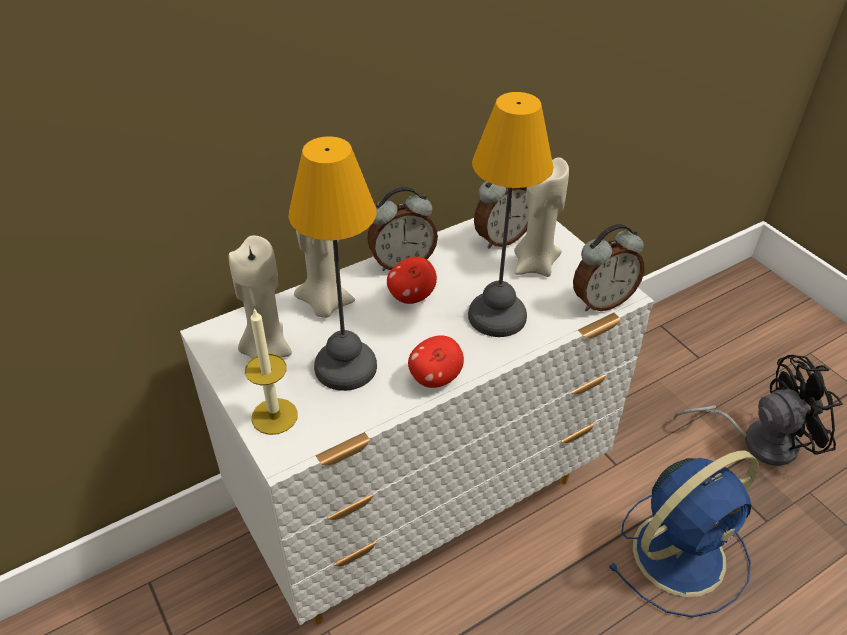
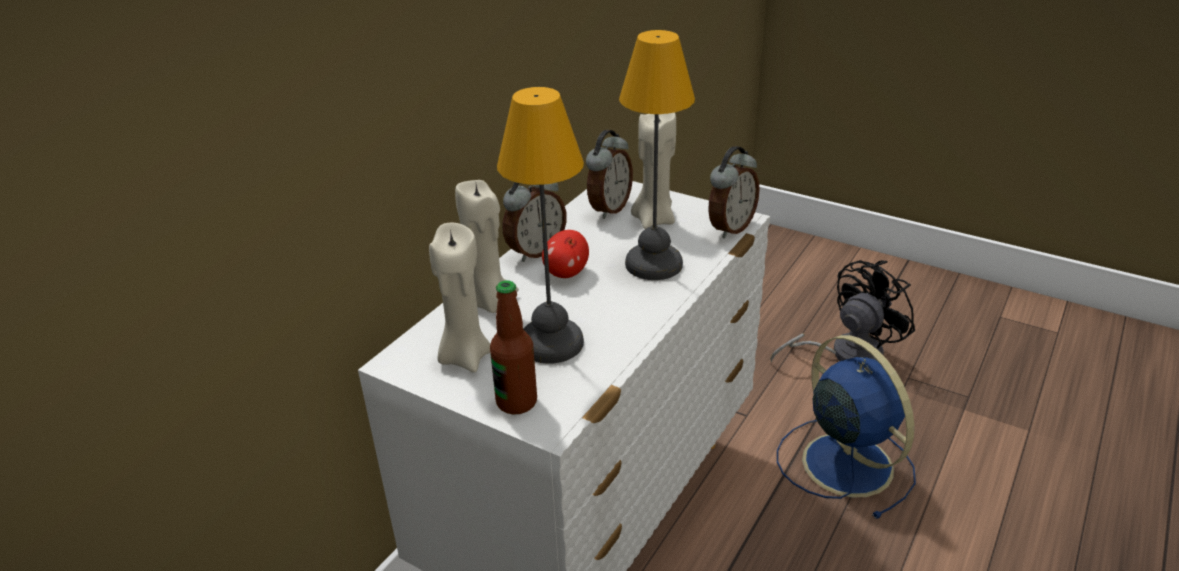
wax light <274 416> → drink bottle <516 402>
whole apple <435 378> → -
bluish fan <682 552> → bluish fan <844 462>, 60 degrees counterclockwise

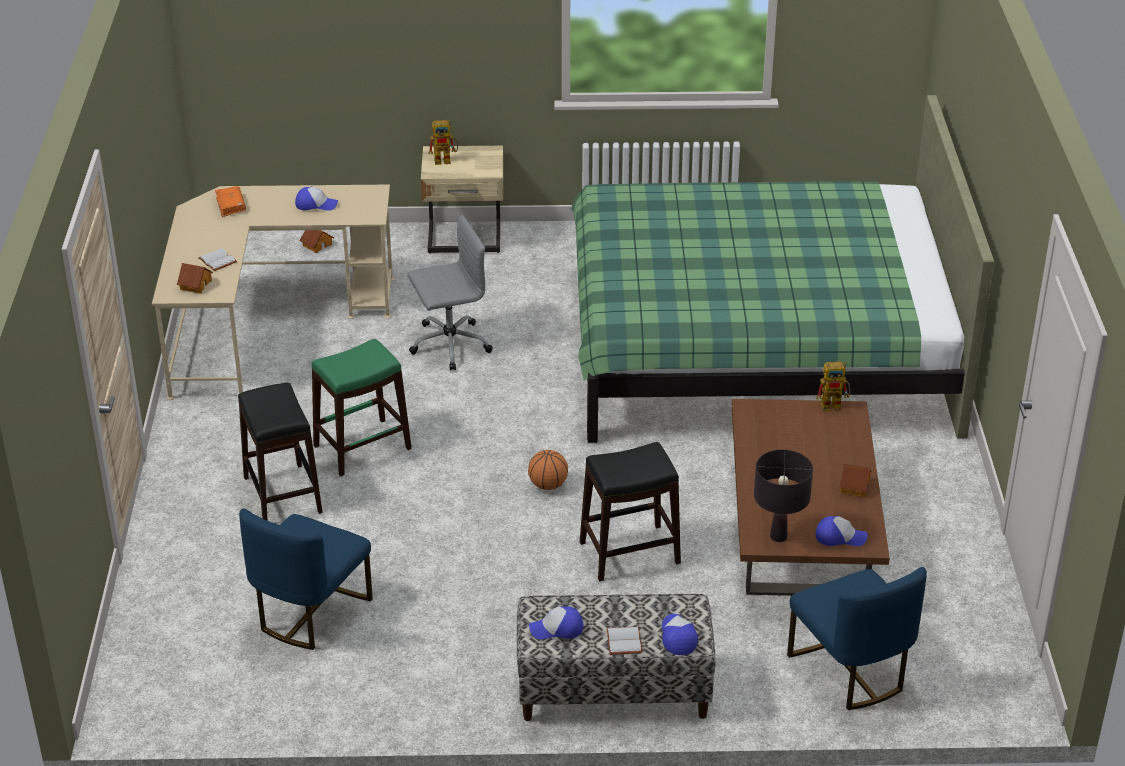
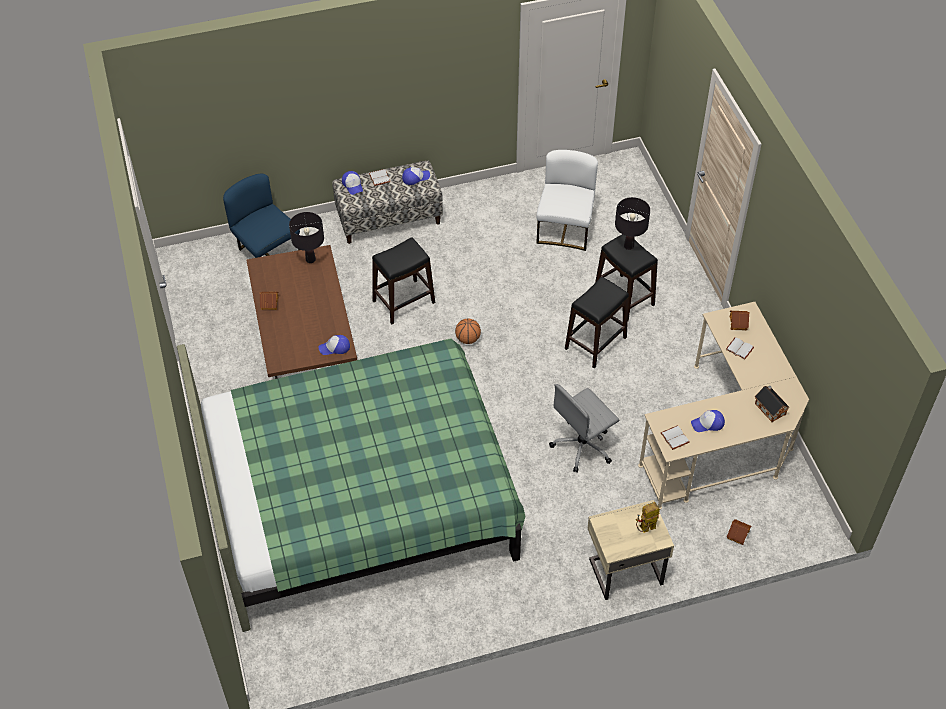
orange bound book <231 206> → toy house <769 408>
greenish stool <361 447> → black stool <596 343>
toy robot <835 405> → -
bluish chair <310 612> → whitish chair <565 229>
cap <840 537> → cap <335 348>, shifted
- → black lamp for a table <628 246>
- → whitish bound book <674 438>

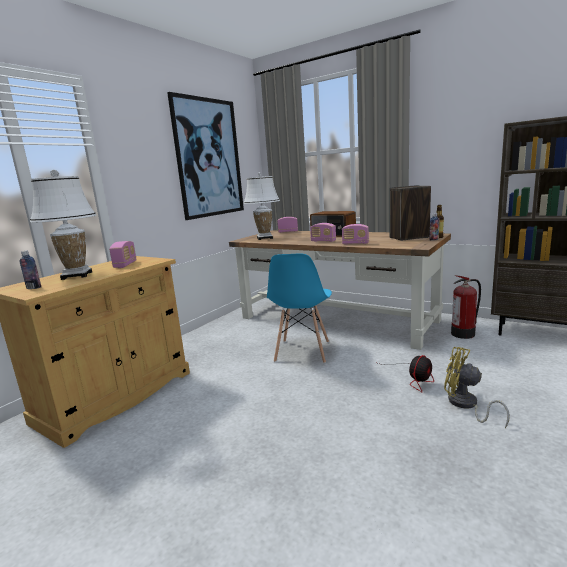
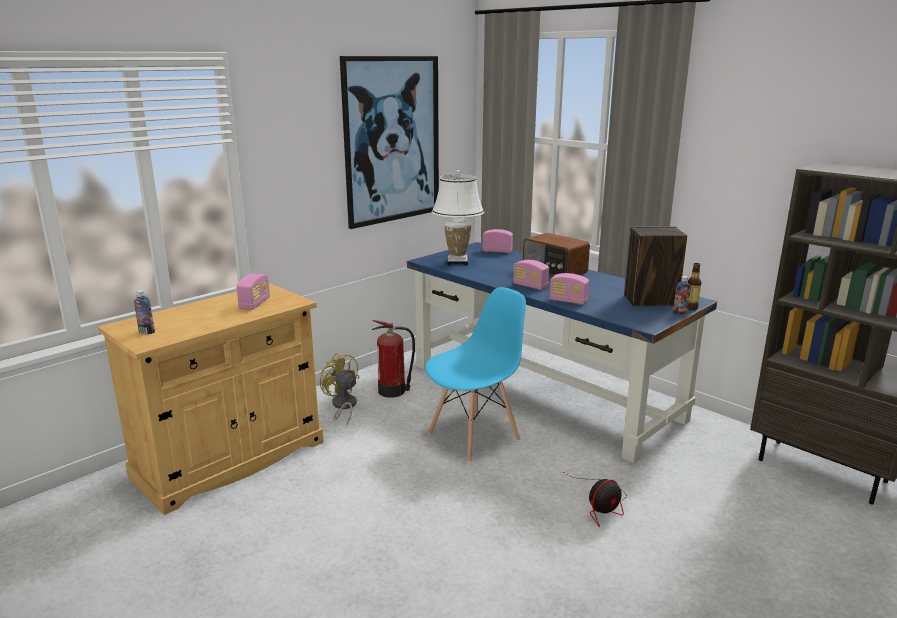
whitish lamp for a table <77 275> → -
brown-coloured desk unit <336 319> → bluish desk unit <543 391>
bluish chair <302 351> → bluish chair <474 436>, 150 degrees counterclockwise
extinguisher <464 333> → extinguisher <393 391>, shifted
yellow fan <465 405> → yellow fan <343 406>, shifted

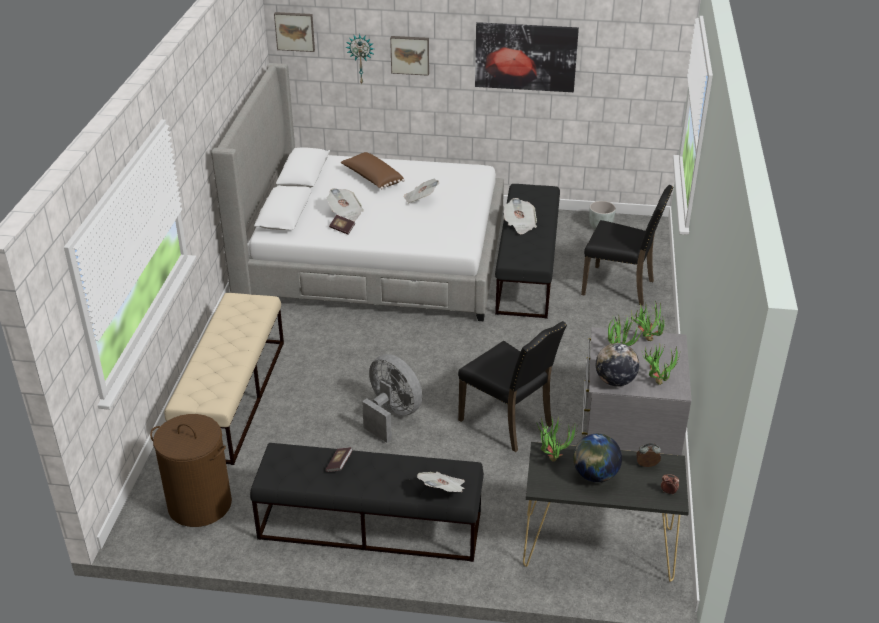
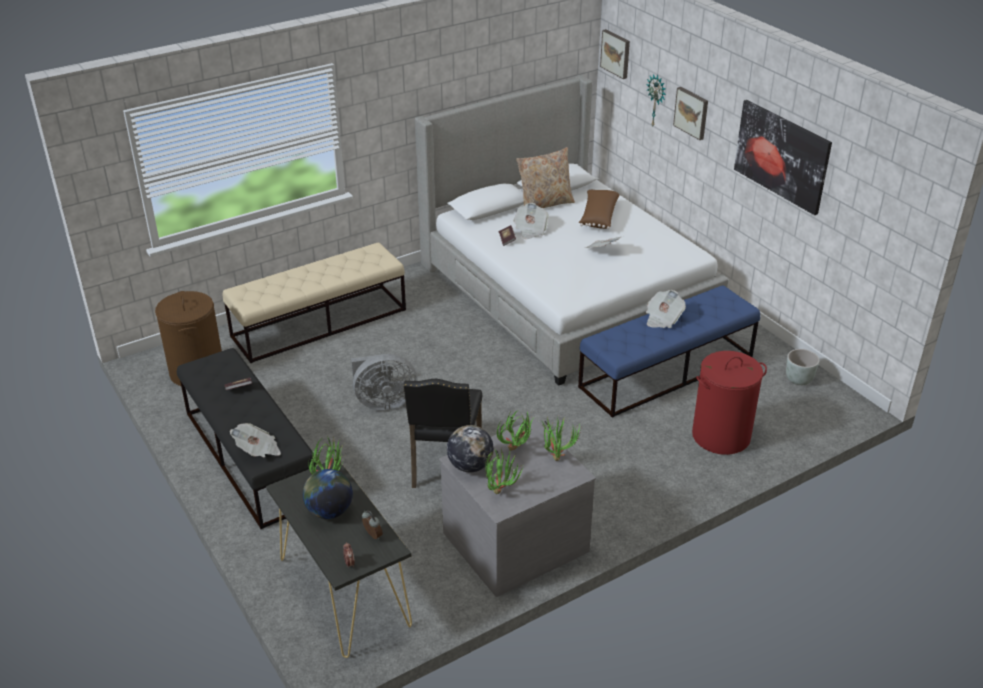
black indoor bench <527 269> → bluish indoor bench <667 371>
black chair <620 287> → red-coloured laundry basket <721 436>
grey fan <391 415> → grey fan <383 402>, 75 degrees clockwise
- → beige-coloured pillow <545 204>

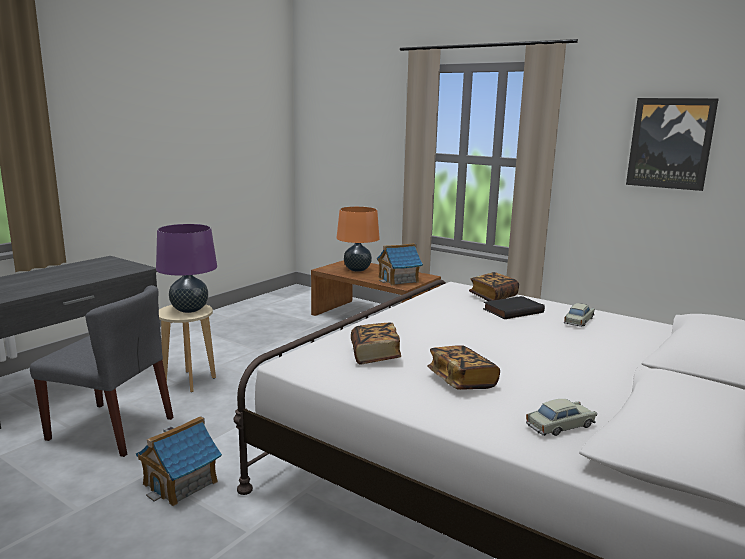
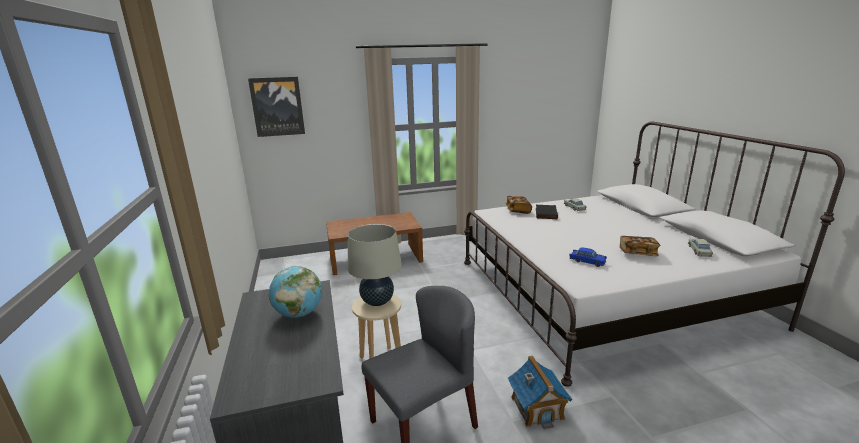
wall art <670 143> → wall art <277 106>, shifted
orange lamp for a table <357 269> → -
purple-coloured lamp for a table <189 309> → beige-coloured lamp for a table <377 301>
toy house <398 280> → -
bound book <375 355> → bluish miniature car <587 261>
- → desk globe <299 314>

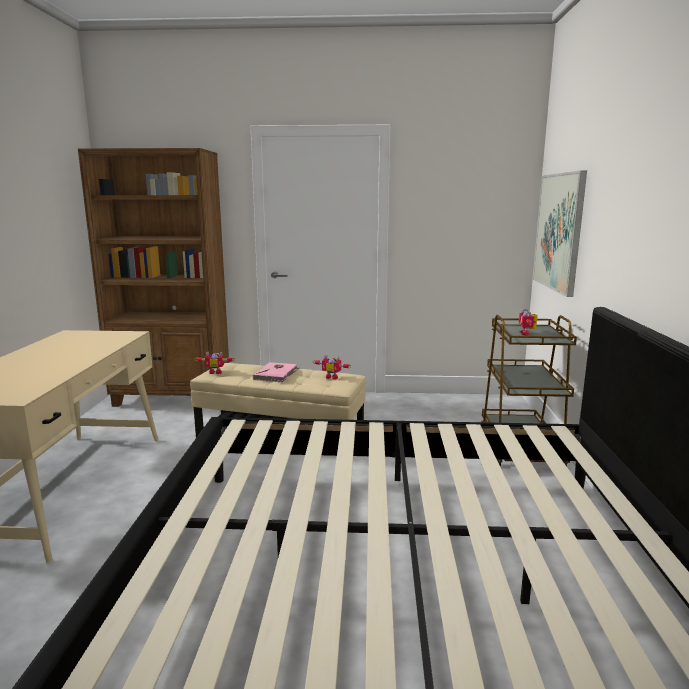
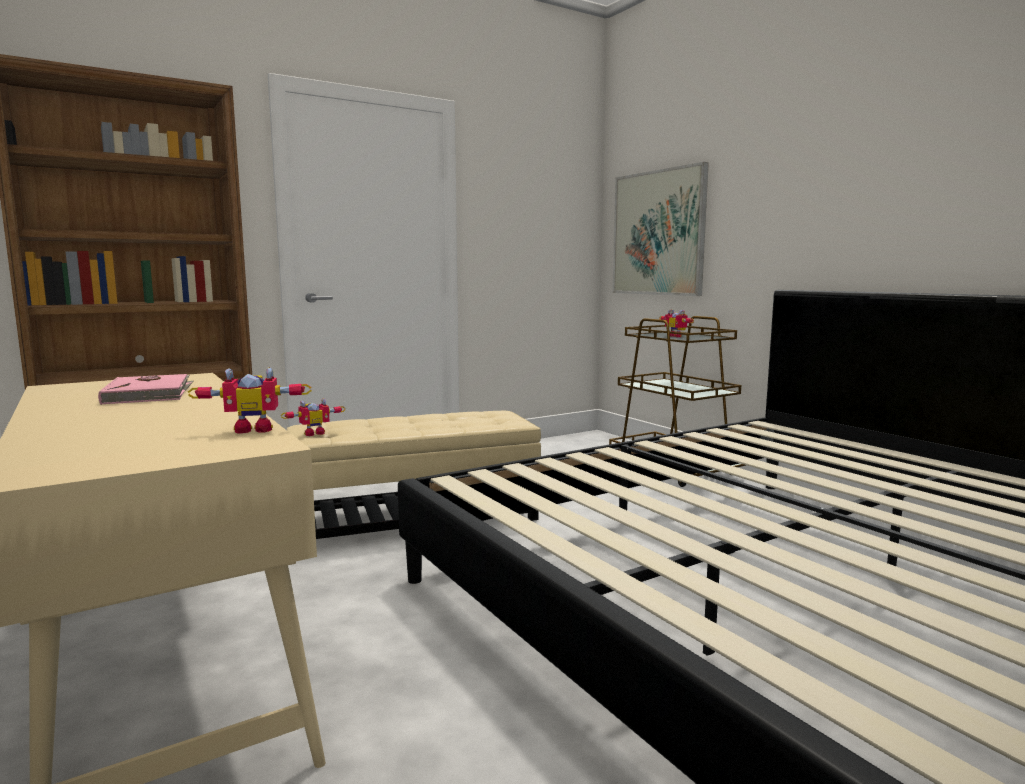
toy robot <332 377> → toy robot <254 429>, shifted
pinkish bound book <276 374> → pinkish bound book <149 393>, shifted

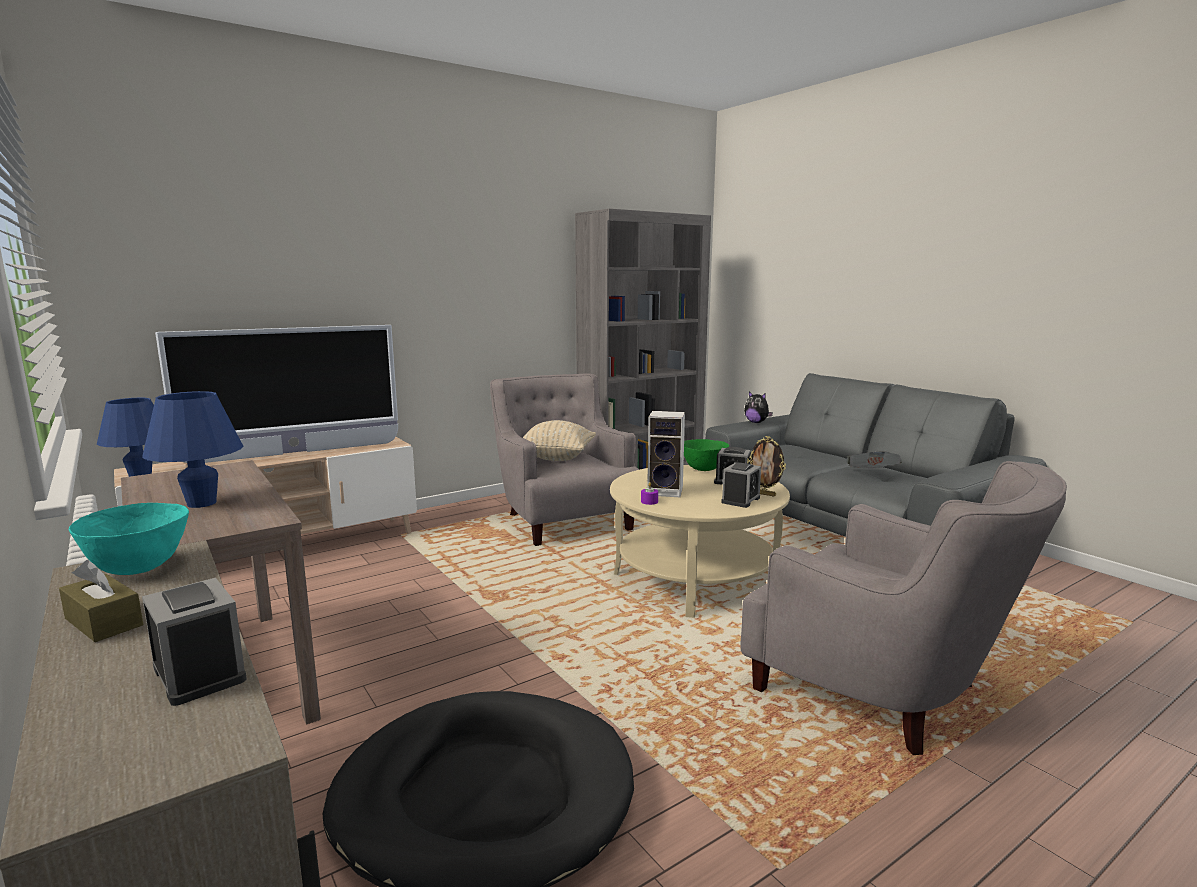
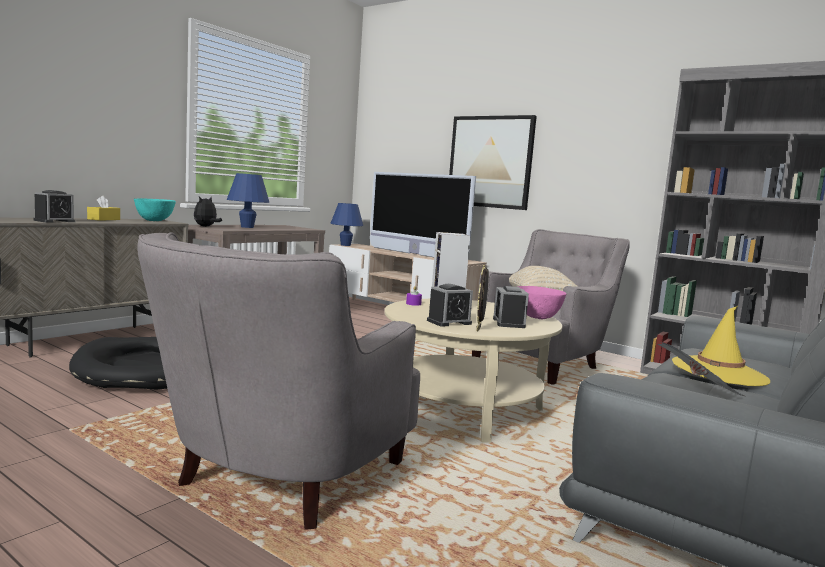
cuddly toy <756 422> → cuddly toy <206 226>, shifted
greenish bowl <703 469> → pinkish bowl <538 317>
table clock <740 500> → table clock <449 322>, 45 degrees counterclockwise
brown-coloured tissue box <104 622> → yellow tissue box <104 219>
- → wall art <490 162>
- → yellow wearable hat <719 372>

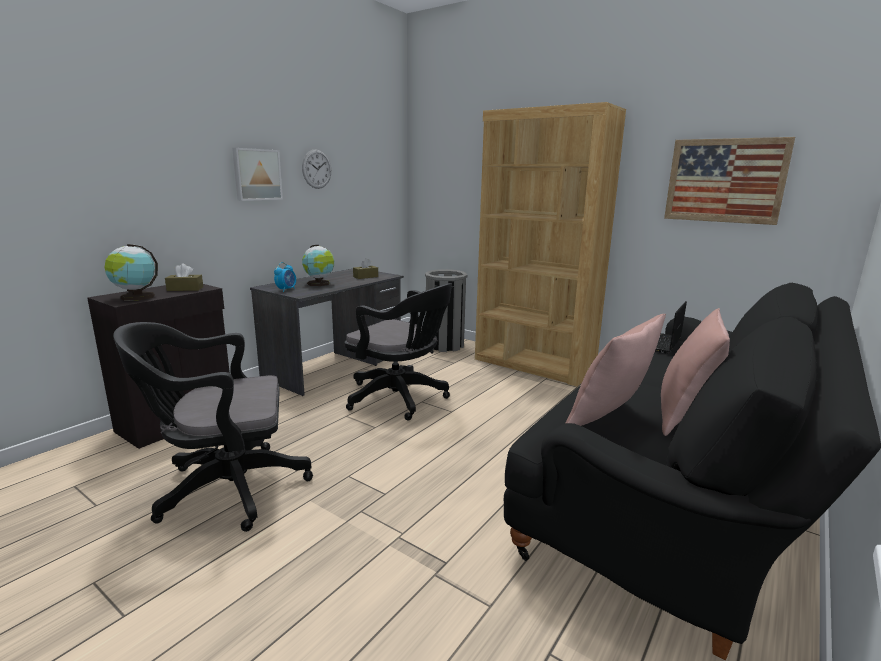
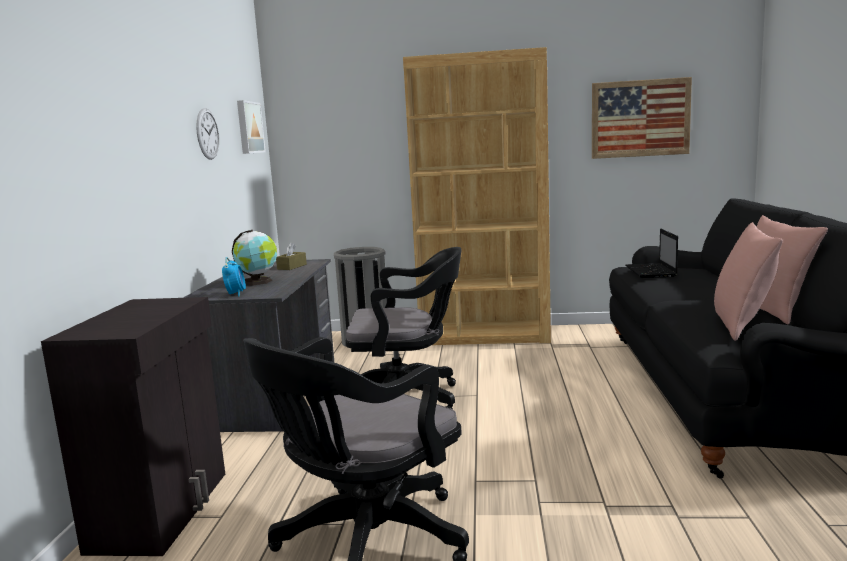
wall art <256 174> → wall art <248 127>, shifted
desk globe <135 297> → -
brown-coloured tissue box <185 289> → -

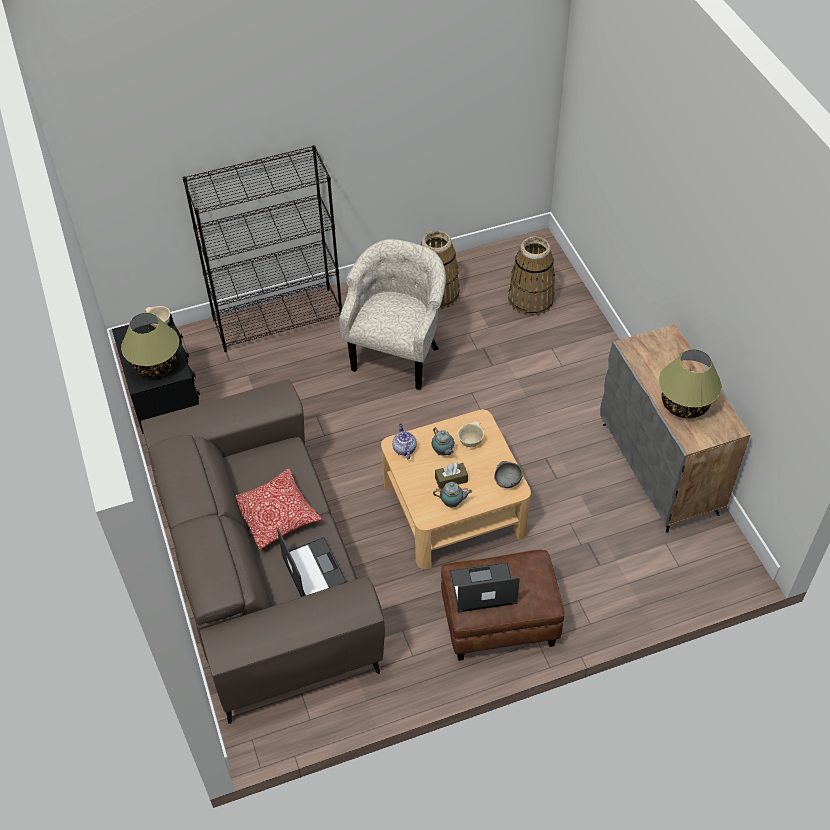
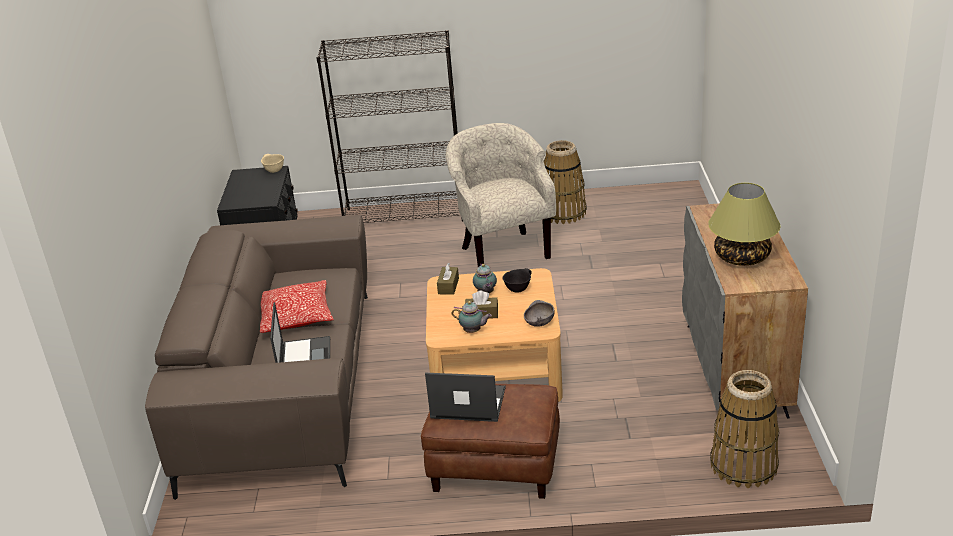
basket <531 299> → basket <743 465>, shifted
beige-coloured lounge chair <398 355> → beige-coloured lounge chair <502 251>, 60 degrees counterclockwise
lamp for a table <155 364> → -
beige-coloured bowl <470 441> → black bowl <517 289>
tea pot <404 448> → brown-coloured tissue box <448 286>

